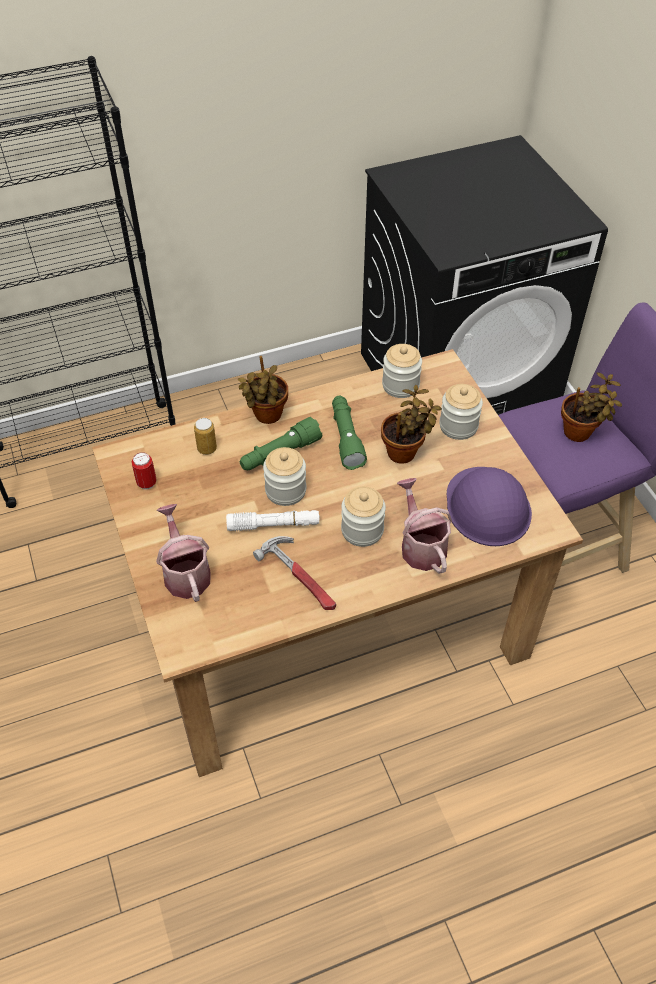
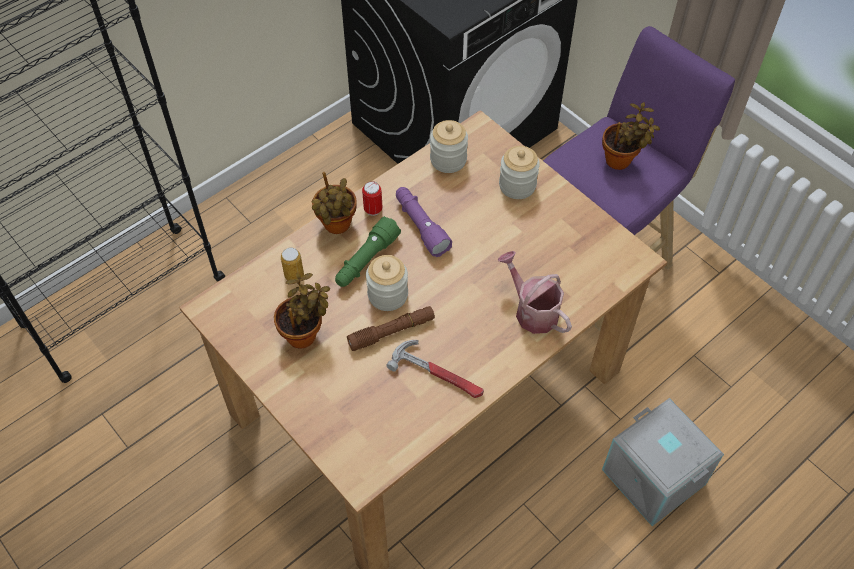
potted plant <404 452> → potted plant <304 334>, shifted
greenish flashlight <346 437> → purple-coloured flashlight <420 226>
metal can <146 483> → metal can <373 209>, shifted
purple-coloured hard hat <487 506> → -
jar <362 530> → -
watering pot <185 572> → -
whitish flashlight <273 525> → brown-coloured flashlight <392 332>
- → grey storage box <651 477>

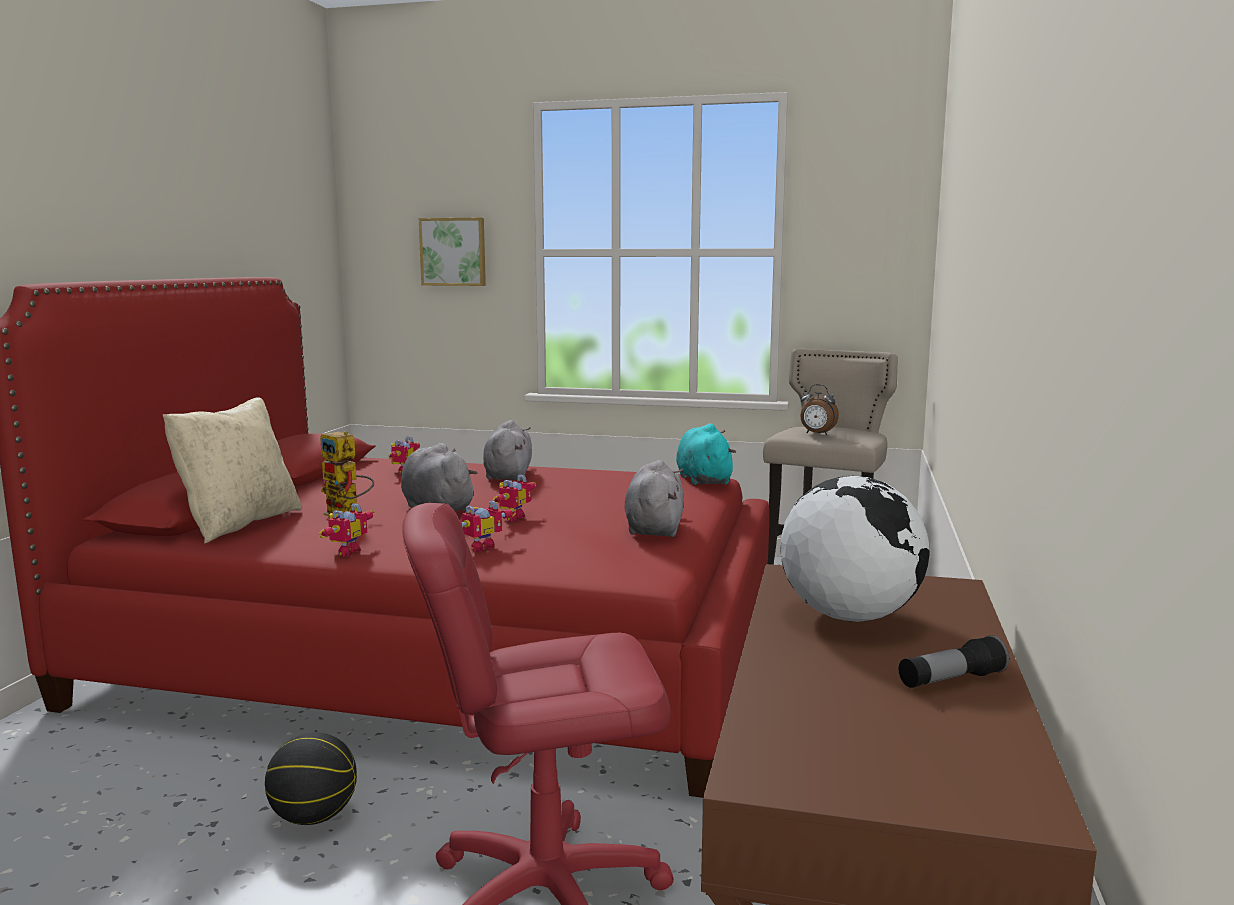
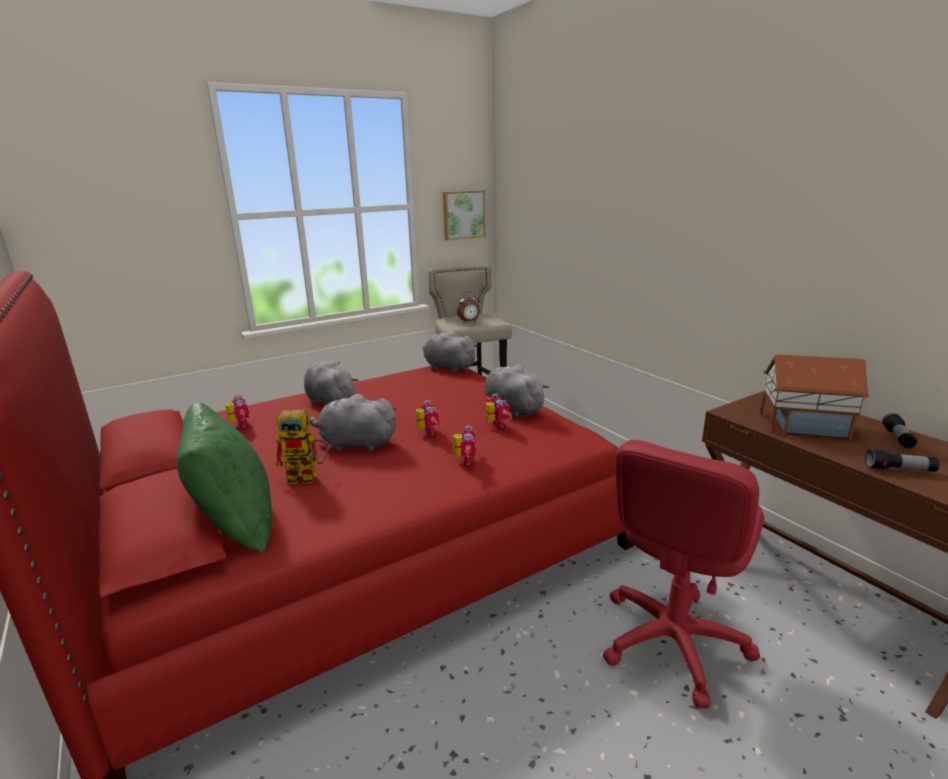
wall art <453 252> → wall art <463 214>, shifted
beige-coloured pillow <238 523> → greenish pillow <236 524>
turquoise-coloured cuddly toy <703 480> → grey cuddly toy <447 367>
desk globe <849 616> → toy house <803 425>
toy robot <345 551> → toy robot <495 425>, shifted
basketball <314 817> → -
- → flashlight <899 469>

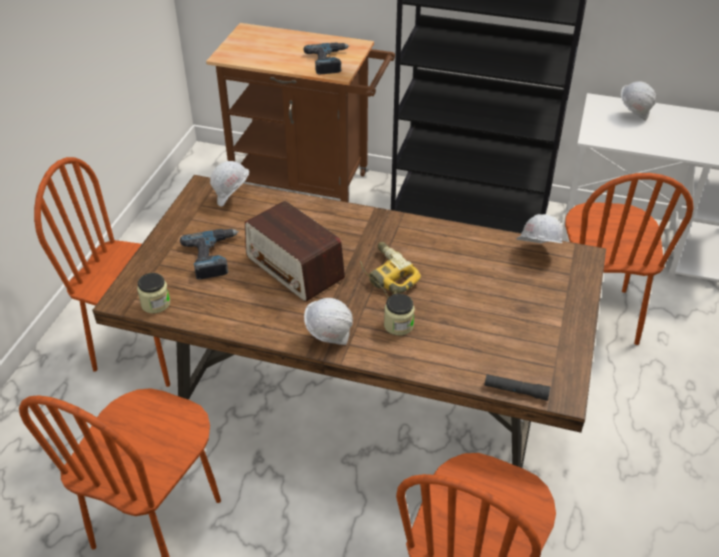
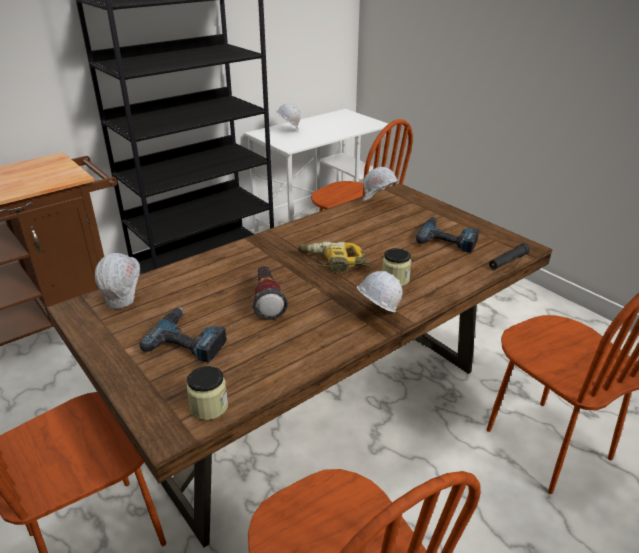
drill <329 62> → drill <447 239>, shifted
radio set <295 268> → flashlight <267 301>

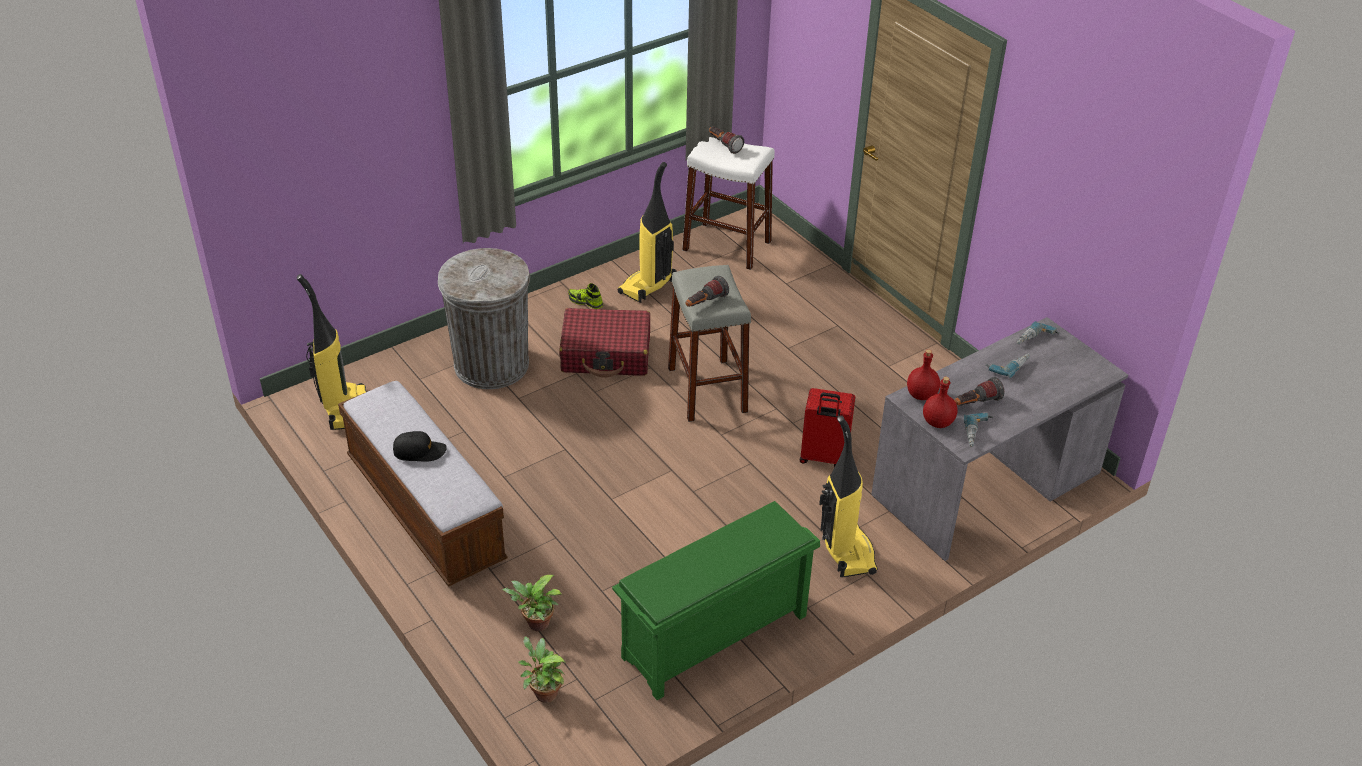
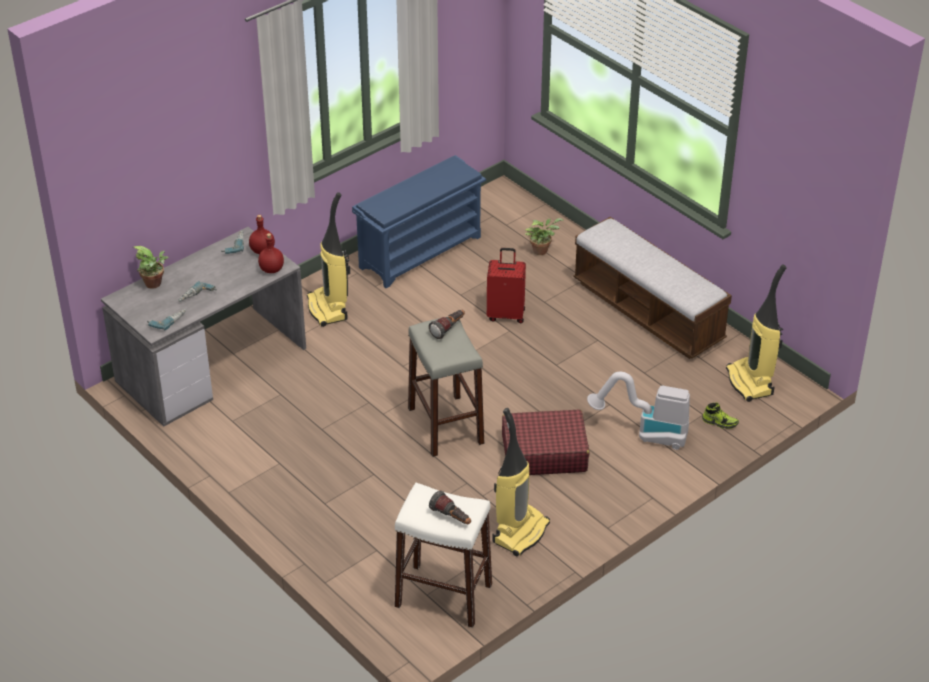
grey trash can <491 364> → vacuum <645 433>
low shoe <585 302> → low shoe <720 422>, shifted
flashlight <975 404> → -
red-coloured suitcase <823 458> → red-coloured suitcase <506 314>, shifted
black cap <419 451> → -
greenish shoe shelf <714 638> → bluish shoe shelf <421 251>
potted plant <543 693> → potted plant <155 284>, shifted

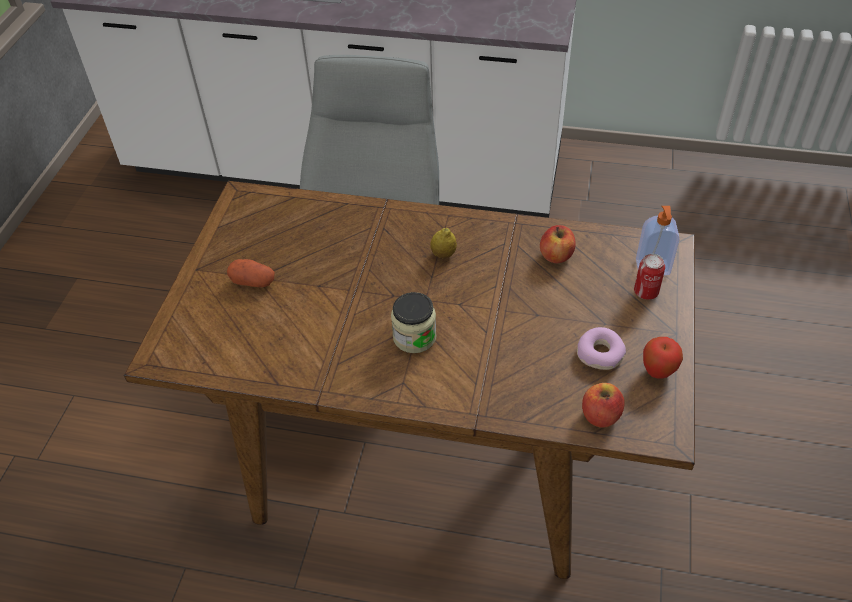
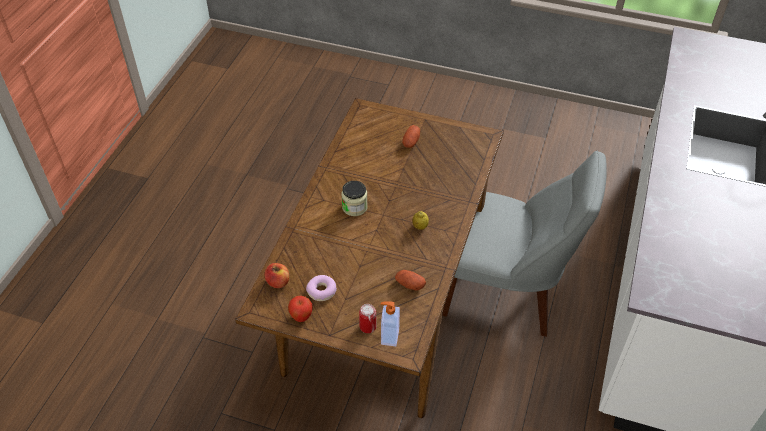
whole apple <556 256> → potato <410 284>

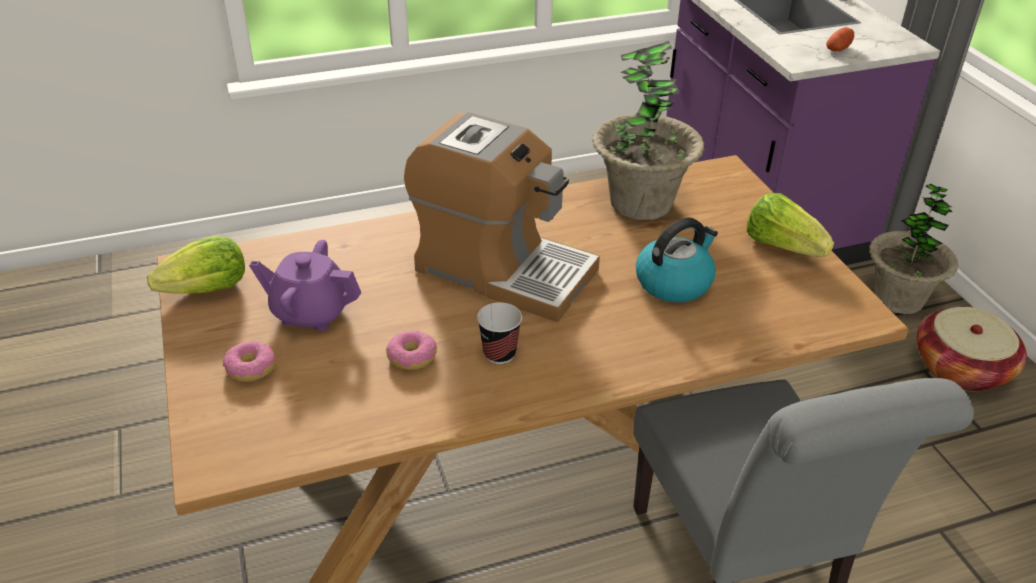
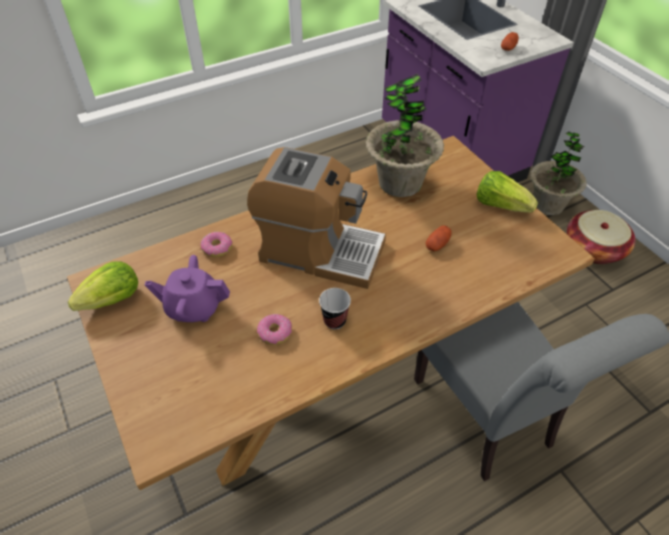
kettle <674 282> → potato <437 244>
doughnut <250 368> → doughnut <217 248>, shifted

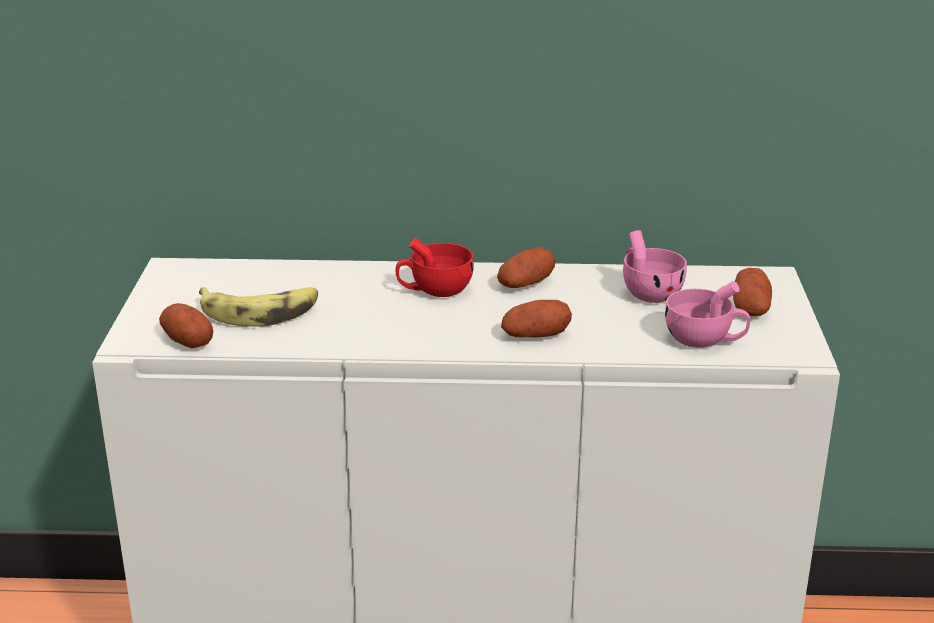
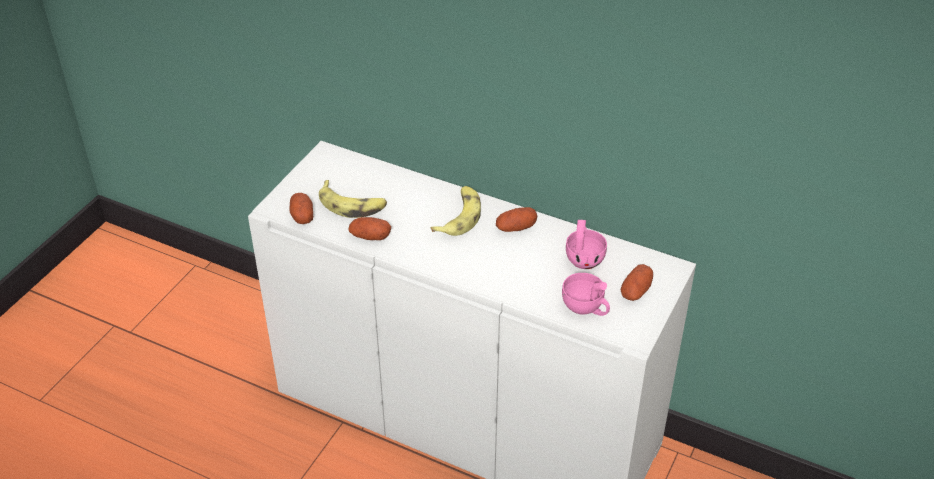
red-coloured small cup <434 290> → banana fruit <459 217>
potato <535 336> → potato <370 236>, shifted

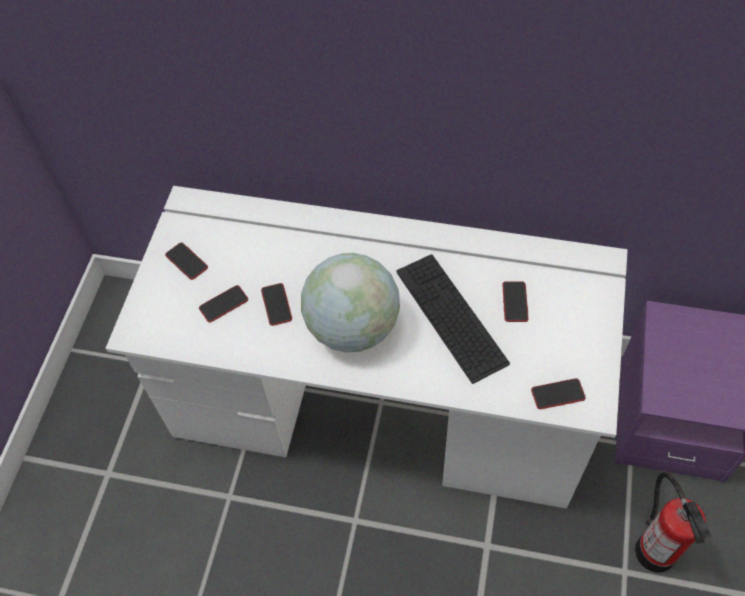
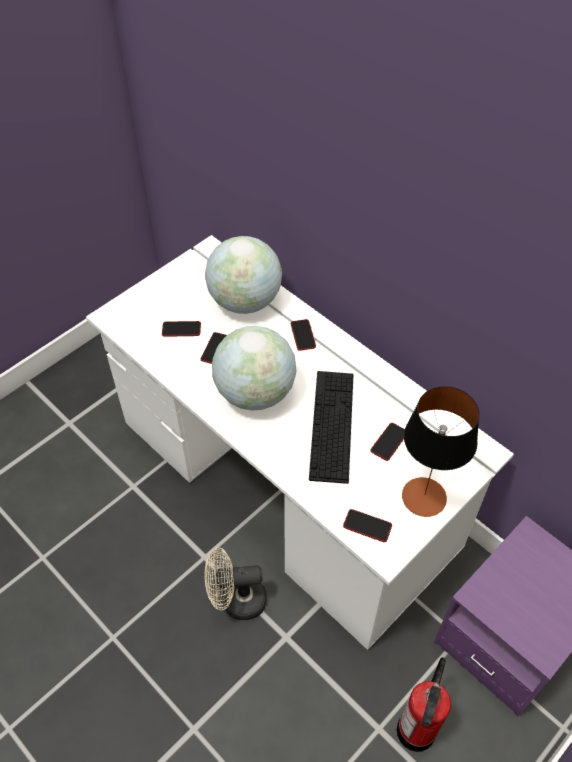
phone <186 261> → phone <303 335>, shifted
- → desk globe <245 301>
- → lamp for a table <424 496>
- → beige-coloured fan <236 600>

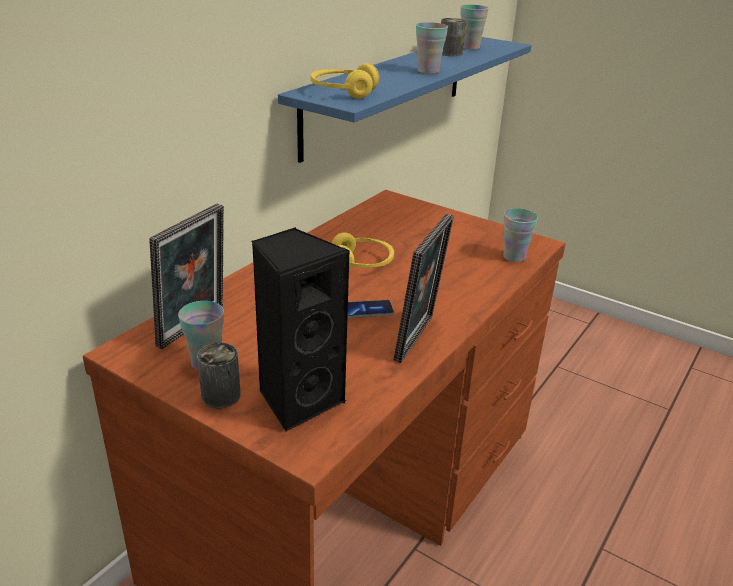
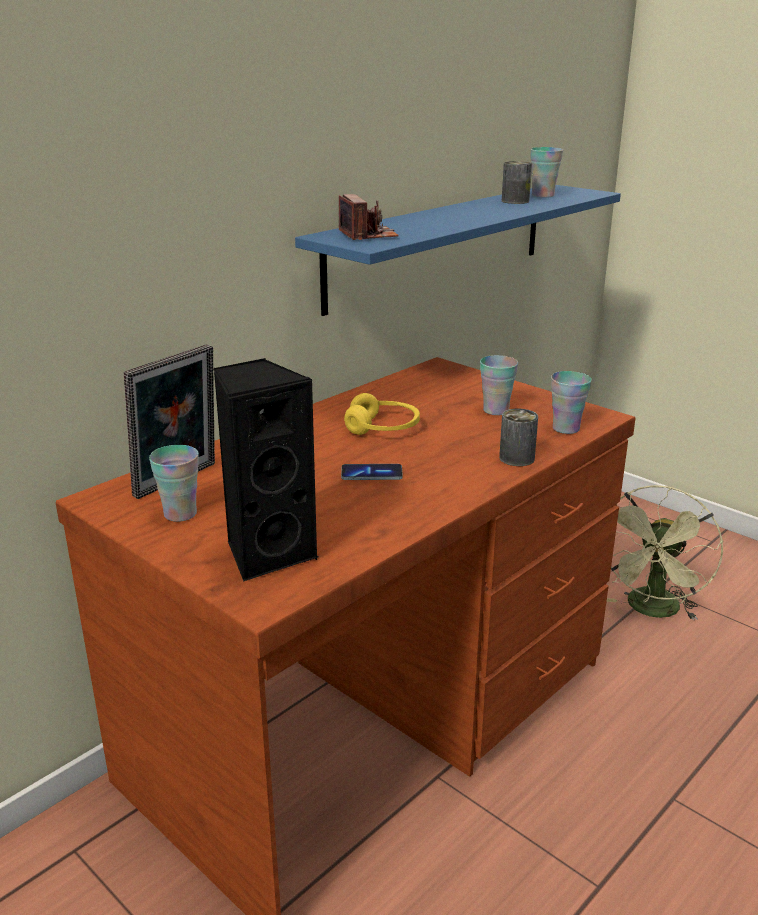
small cup <428 71> → small cup <496 410>, shifted
yellow headphones <343 92> → still camera <368 235>
picture frame <419 339> → -
metal can <221 395> → metal can <516 458>, shifted
- → greenish fan <652 611>

